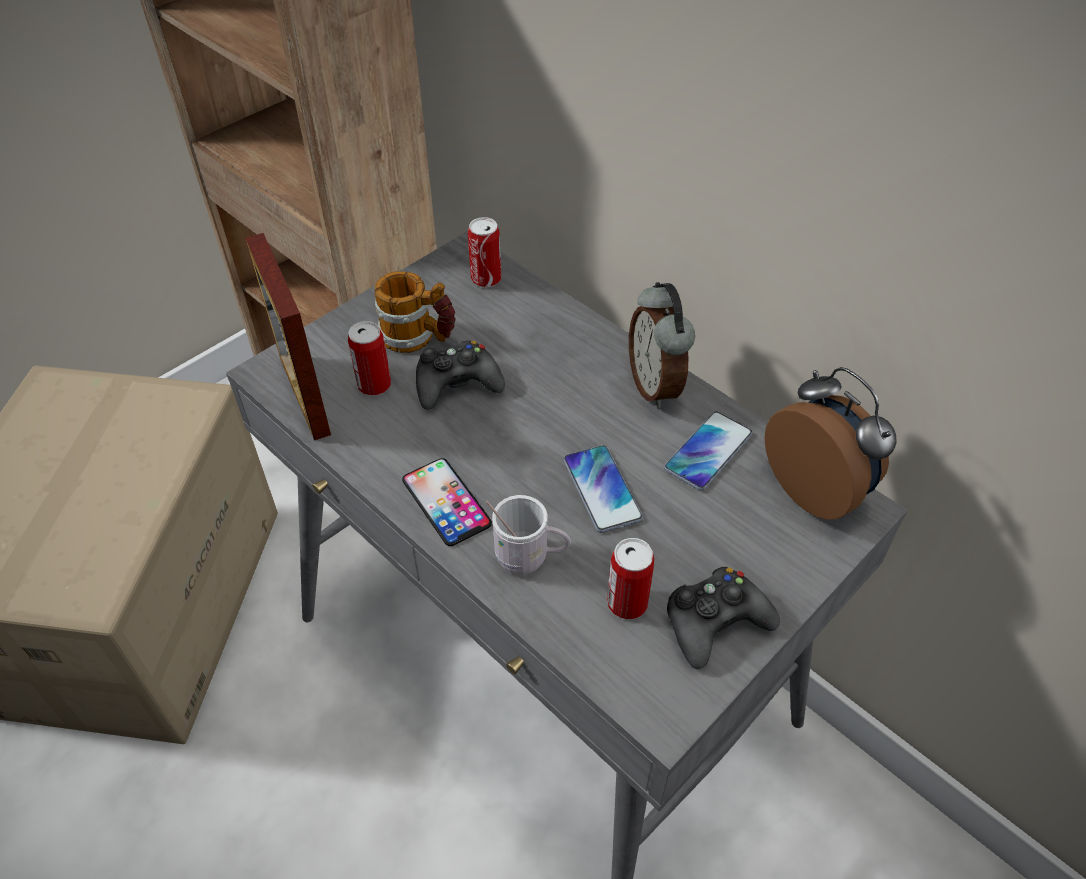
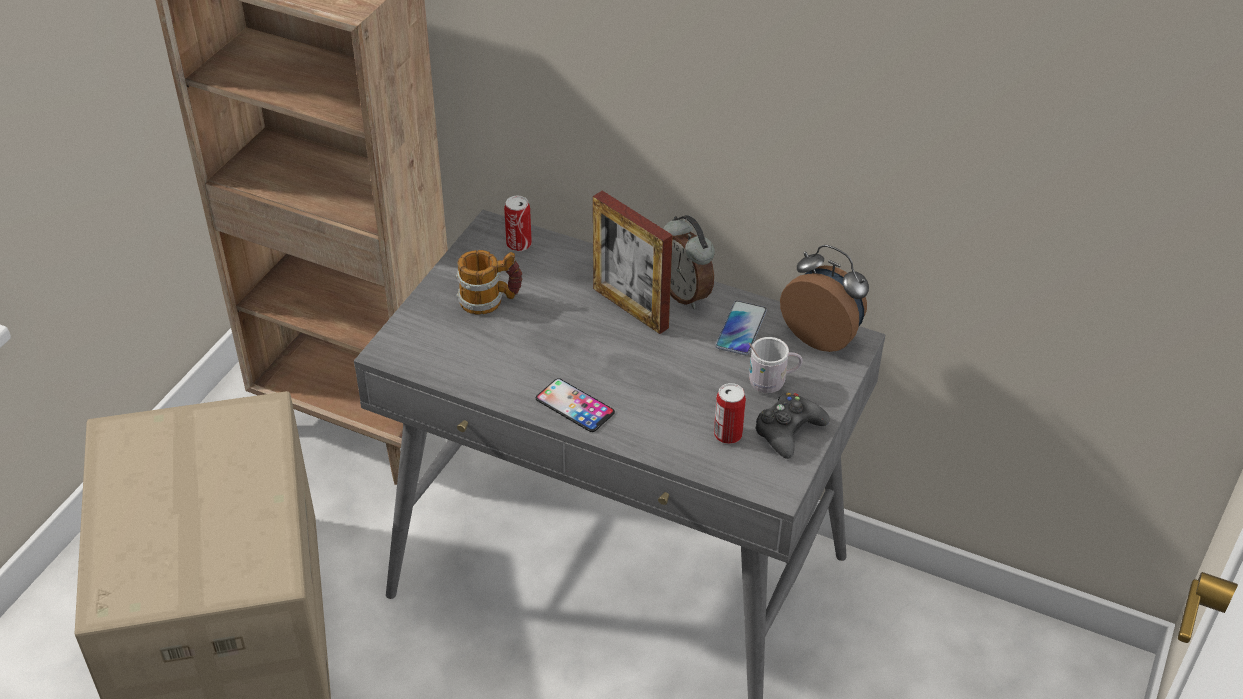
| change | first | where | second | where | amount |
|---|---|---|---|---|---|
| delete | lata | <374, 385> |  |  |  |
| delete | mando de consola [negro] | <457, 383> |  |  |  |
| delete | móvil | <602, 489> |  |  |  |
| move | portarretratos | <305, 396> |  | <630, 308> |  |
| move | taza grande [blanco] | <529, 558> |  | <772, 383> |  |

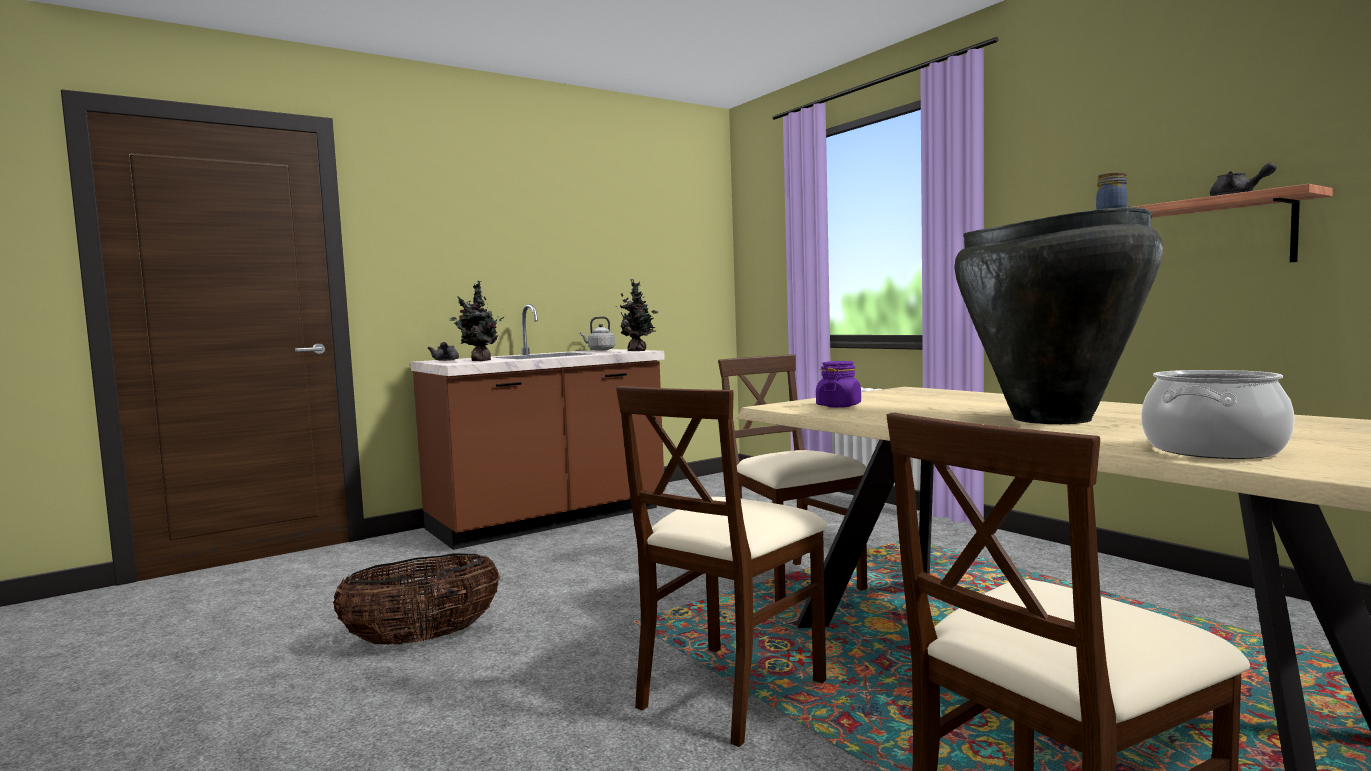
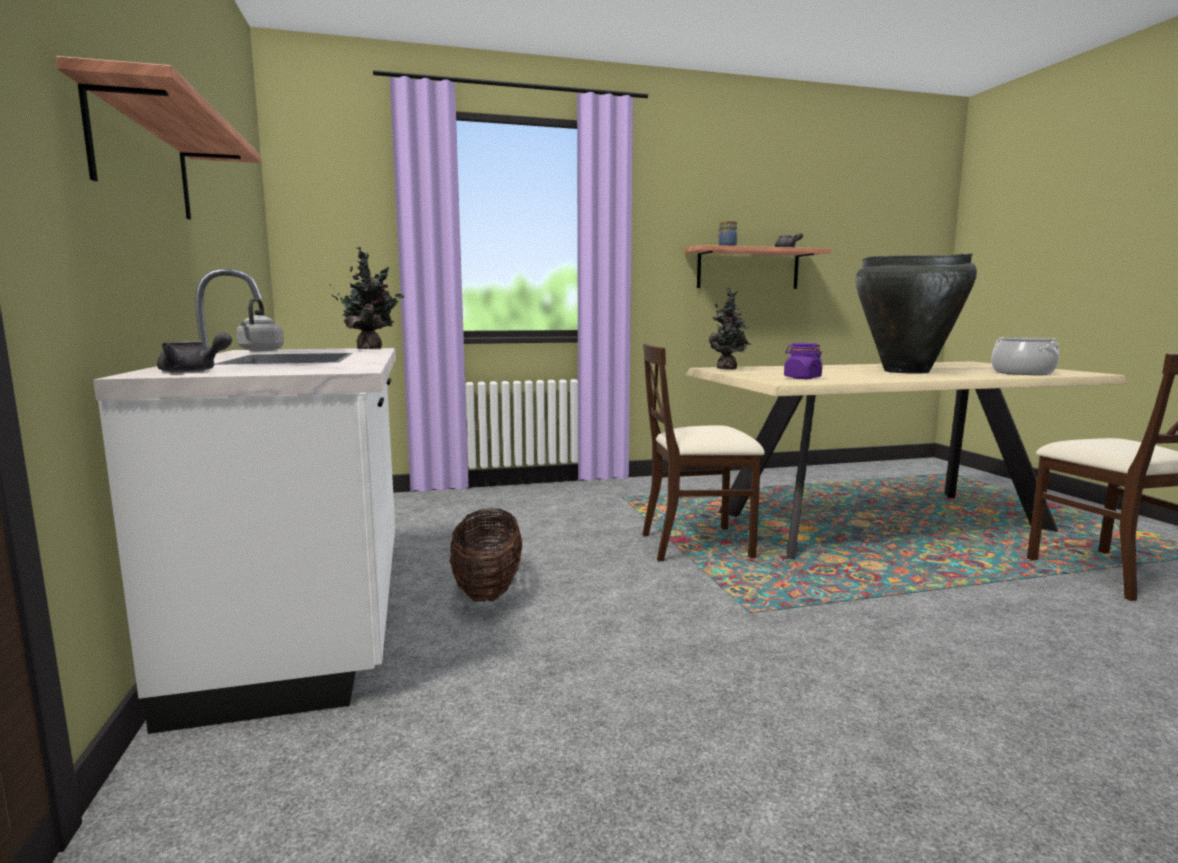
| change | first | where | second | where | amount |
|---|---|---|---|---|---|
| delete | silla [beis] | <730, 691> |  |  |  |
| insert |  |  | estante | <142, 158> |  |
| move | cesta | <423, 639> |  | <488, 590> |  |
| move | planta en maceta | <480, 361> |  | <729, 369> |  |
| recolor | mueble bajo de cocina [marrón] | <548, 520> | mueble bajo de cocina [blanco] | <310, 617> |  |

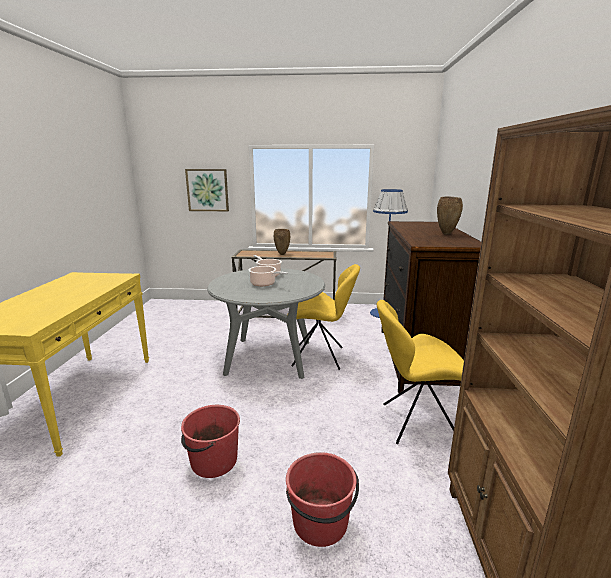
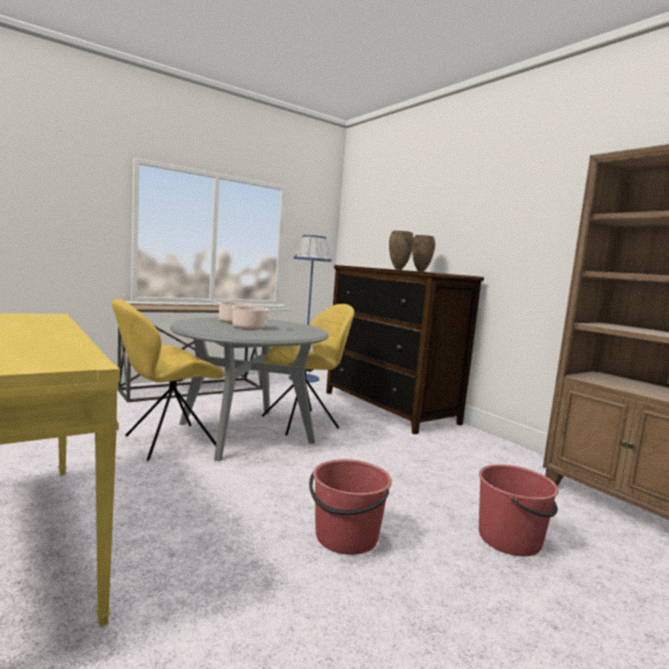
| change | first | where | second | where | amount |
|---|---|---|---|---|---|
| delete | cuadro | <207, 190> |  |  |  |
| move | florero [marrón] | <282, 254> |  | <398, 269> |  |
| move | silla [amarillo] | <416, 423> |  | <167, 442> |  |

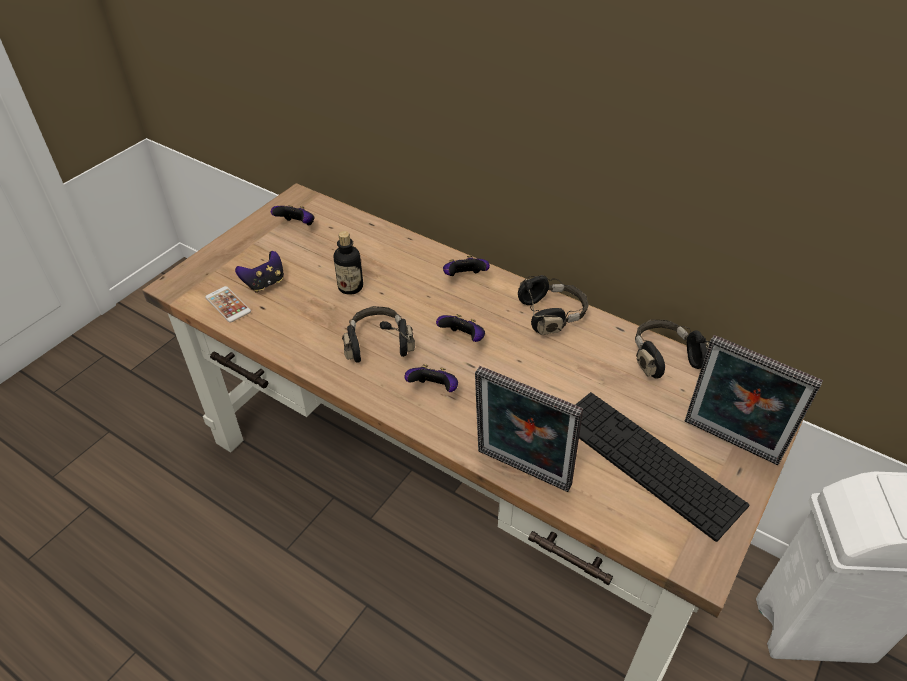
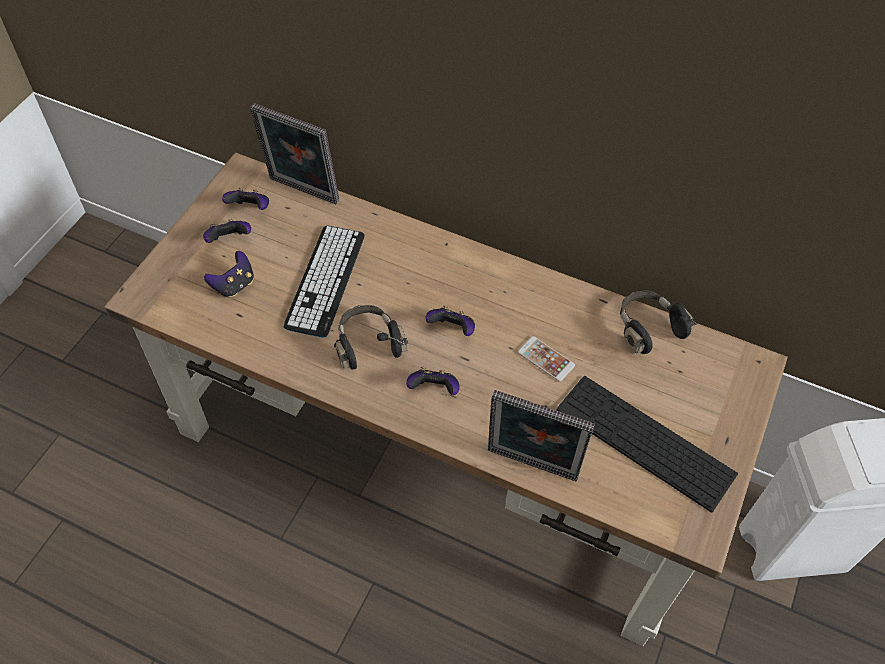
| change | first | where | second | where | amount |
|---|---|---|---|---|---|
| delete | auriculares [negro] | <551, 315> |  |  |  |
| move | móvil | <228, 304> |  | <546, 359> |  |
| move | mando de consola | <464, 278> |  | <229, 240> |  |
| move | portarretratos | <729, 444> |  | <301, 192> |  |
| replace | botella | <350, 287> | teclado | <325, 280> |  |

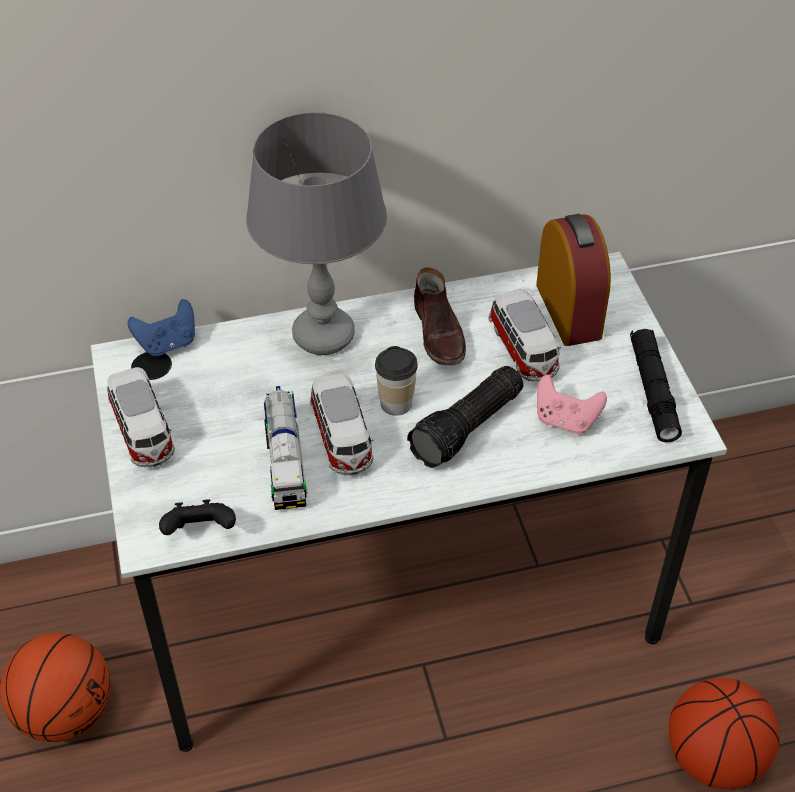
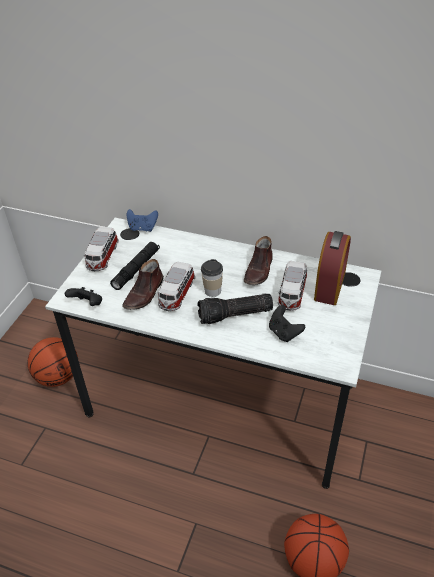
| change | first | where | second | where | amount |
|---|---|---|---|---|---|
| delete | lámpara de mesa [gris] | <324, 336> |  |  |  |
| move | linterna [negro] | <653, 391> |  | <136, 269> |  |
| replace | camión de juguete | <285, 463> | zapato [marrón] | <144, 294> |  |
| recolor | mando de consola [rosa] | <565, 420> | mando de consola [negro] | <284, 333> |  |

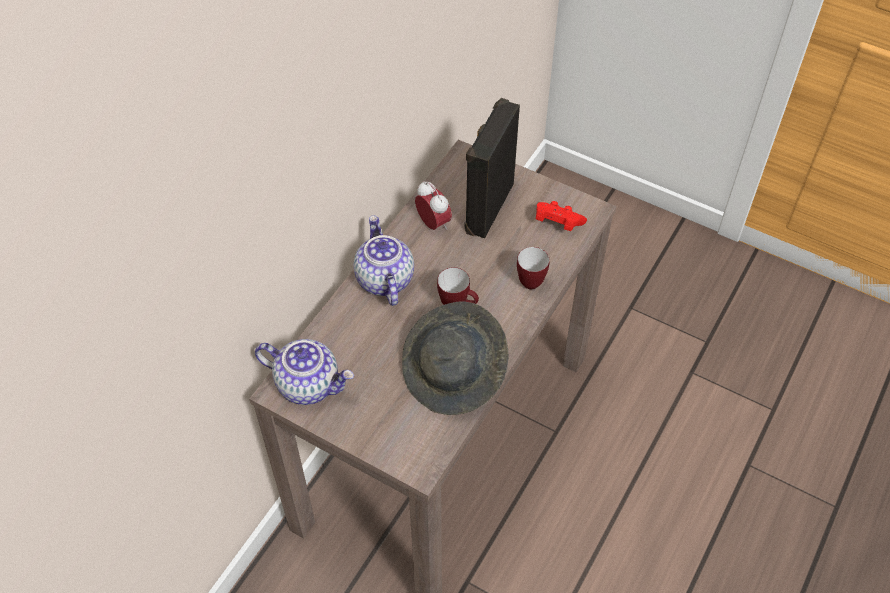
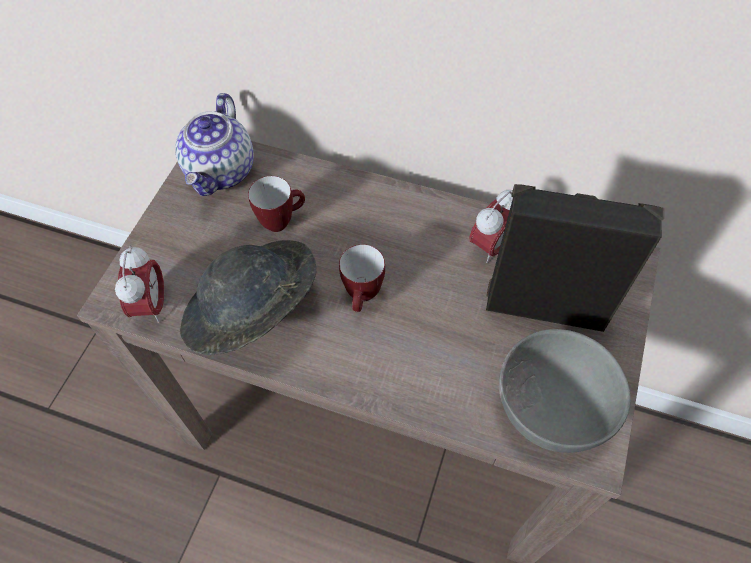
| change | first | where | second | where | amount |
|---|---|---|---|---|---|
| delete | tetera | <383, 279> |  |  |  |
| insert |  |  | despertador | <152, 305> |  |
| move | taza grande | <528, 279> |  | <282, 221> |  |
| replace | mando de consola [rojo] | <557, 223> | cuenco [gris] | <549, 405> |  |

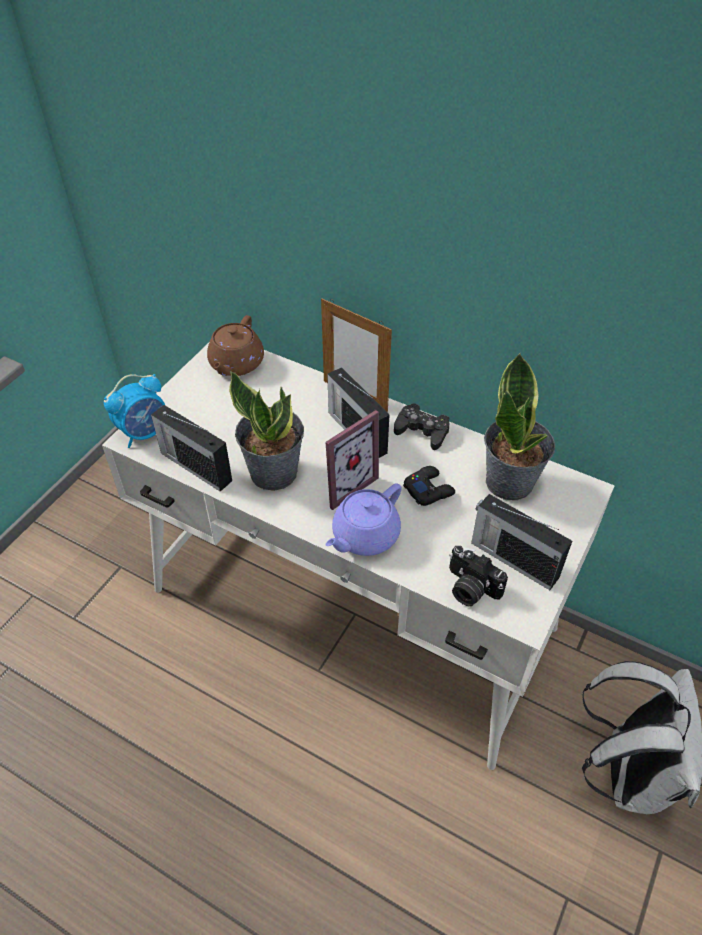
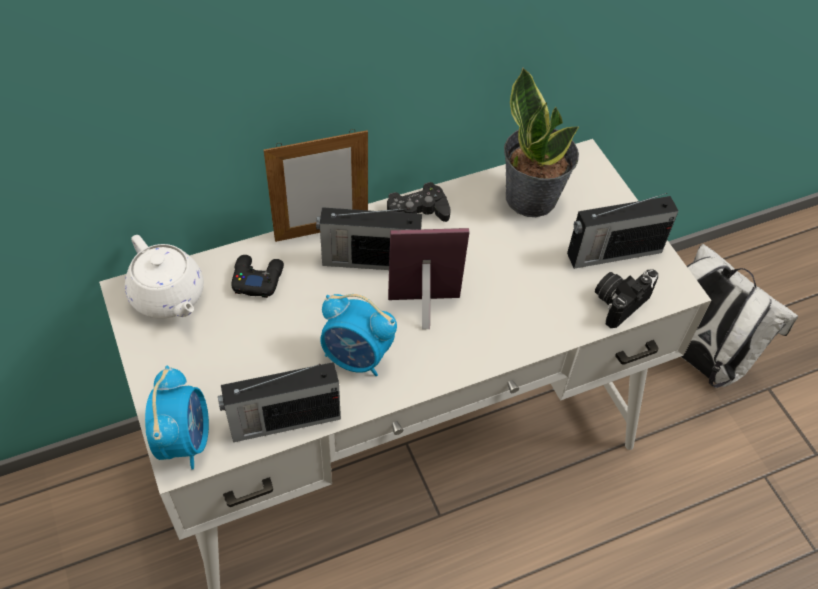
| change | first | where | second | where | amount |
|---|---|---|---|---|---|
| delete | tetera [morado] | <364, 536> |  |  |  |
| move | mando de consola [negro] | <428, 489> |  | <257, 278> |  |
| replace | planta en maceta | <273, 471> | despertador | <357, 357> |  |
| recolor | tetera [marrón] | <236, 364> | tetera [blanco] | <168, 296> |  |
| rotate | portarretratos | <344, 483> |  | <425, 312> | 90 degrees counterclockwise |
| rotate | cámara | <470, 588> |  | <619, 302> | 150 degrees clockwise |

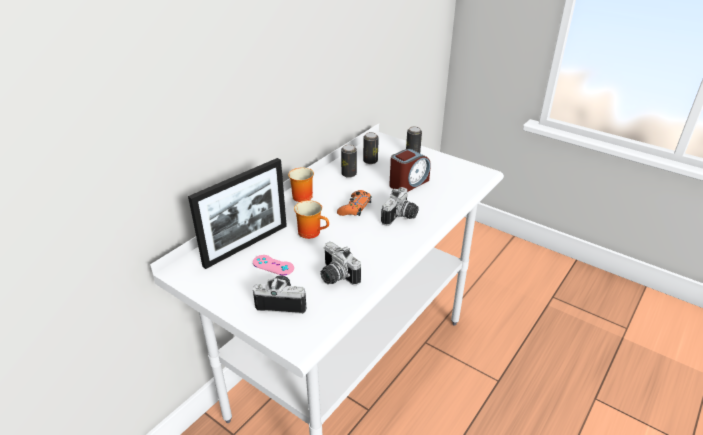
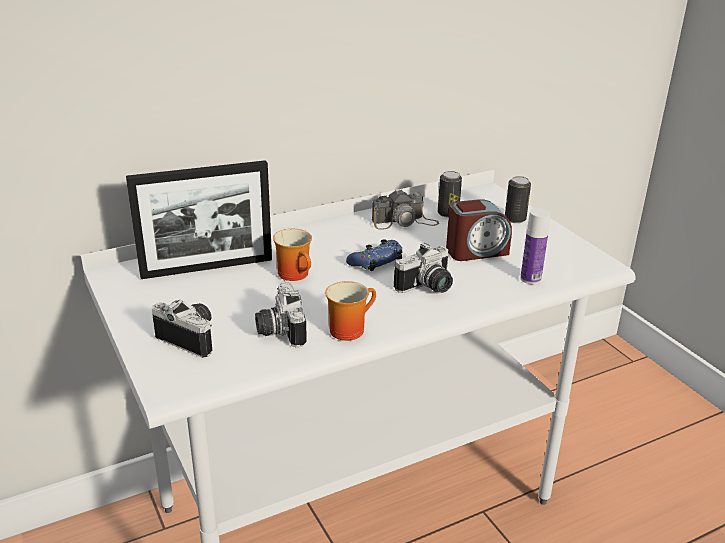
| change | first | where | second | where | amount |
|---|---|---|---|---|---|
| delete | mando de consola [rosa] | <273, 265> |  |  |  |
| insert |  |  | botella | <530, 279> |  |
| move | taza grande | <302, 195> |  | <348, 328> |  |
| replace | lata | <349, 174> | cámara | <404, 222> |  |
| recolor | mando de consola [naranja] | <355, 208> | mando de consola [azul] | <376, 262> |  |

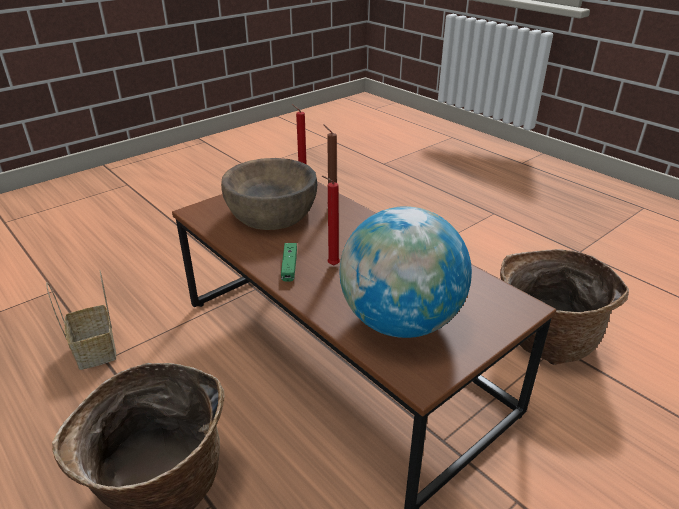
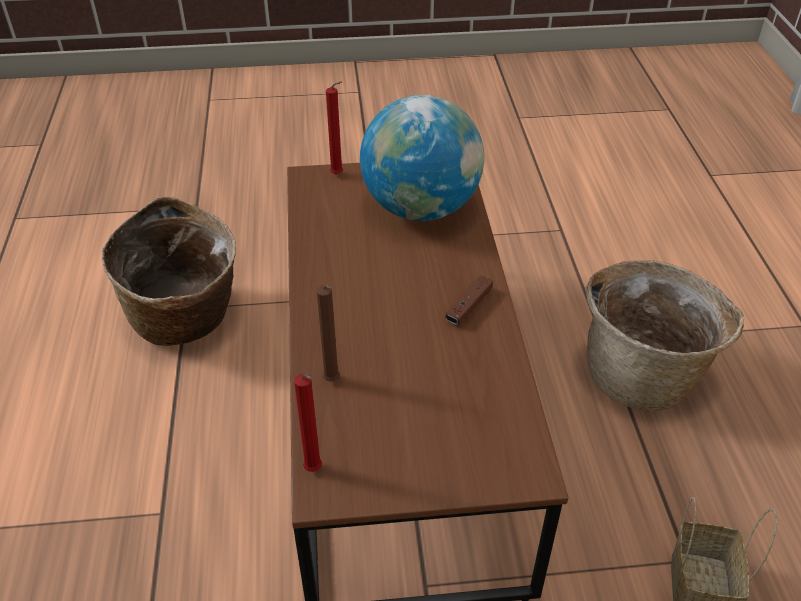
| change | first | where | second | where | amount |
|---|---|---|---|---|---|
| delete | cuenco [marrón] | <272, 212> |  |  |  |
| move | vela [rojo] | <331, 265> |  | <338, 175> |  |
| recolor | mando de consola [verde] | <289, 266> | mando de consola [marrón] | <469, 306> |  |

